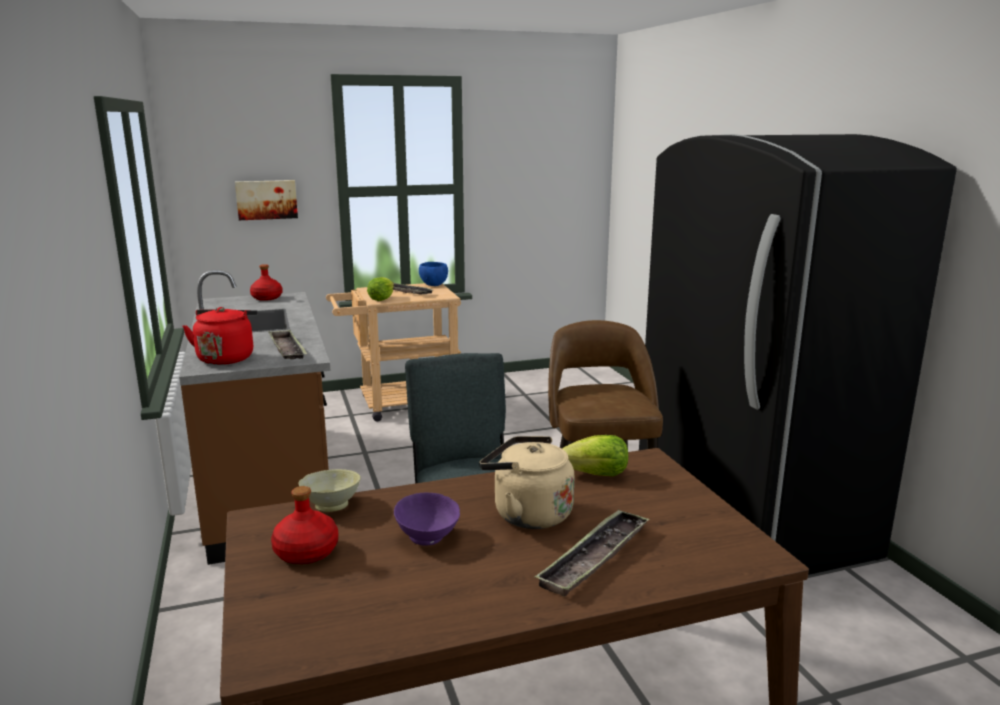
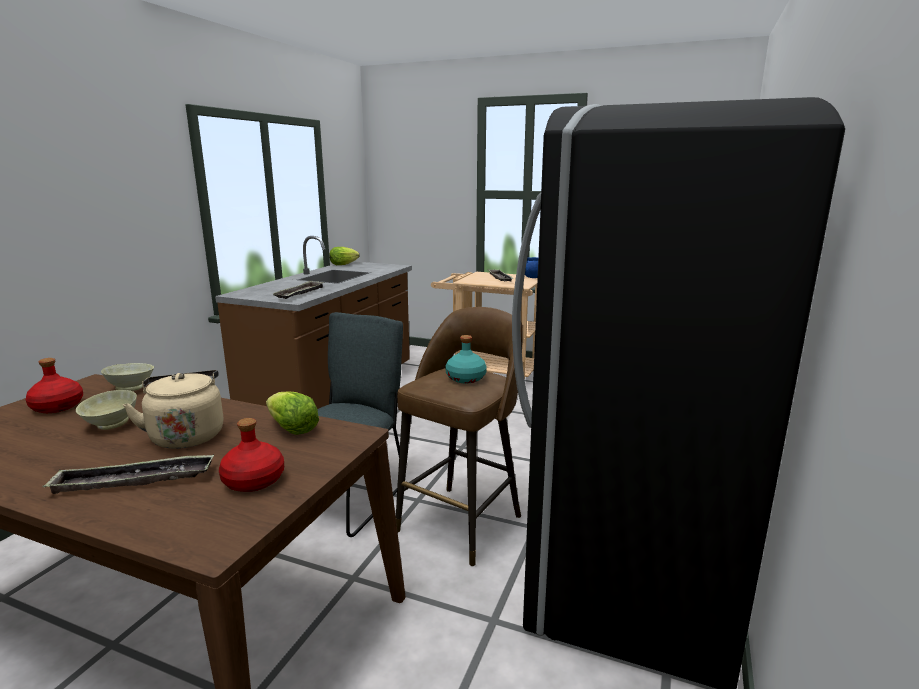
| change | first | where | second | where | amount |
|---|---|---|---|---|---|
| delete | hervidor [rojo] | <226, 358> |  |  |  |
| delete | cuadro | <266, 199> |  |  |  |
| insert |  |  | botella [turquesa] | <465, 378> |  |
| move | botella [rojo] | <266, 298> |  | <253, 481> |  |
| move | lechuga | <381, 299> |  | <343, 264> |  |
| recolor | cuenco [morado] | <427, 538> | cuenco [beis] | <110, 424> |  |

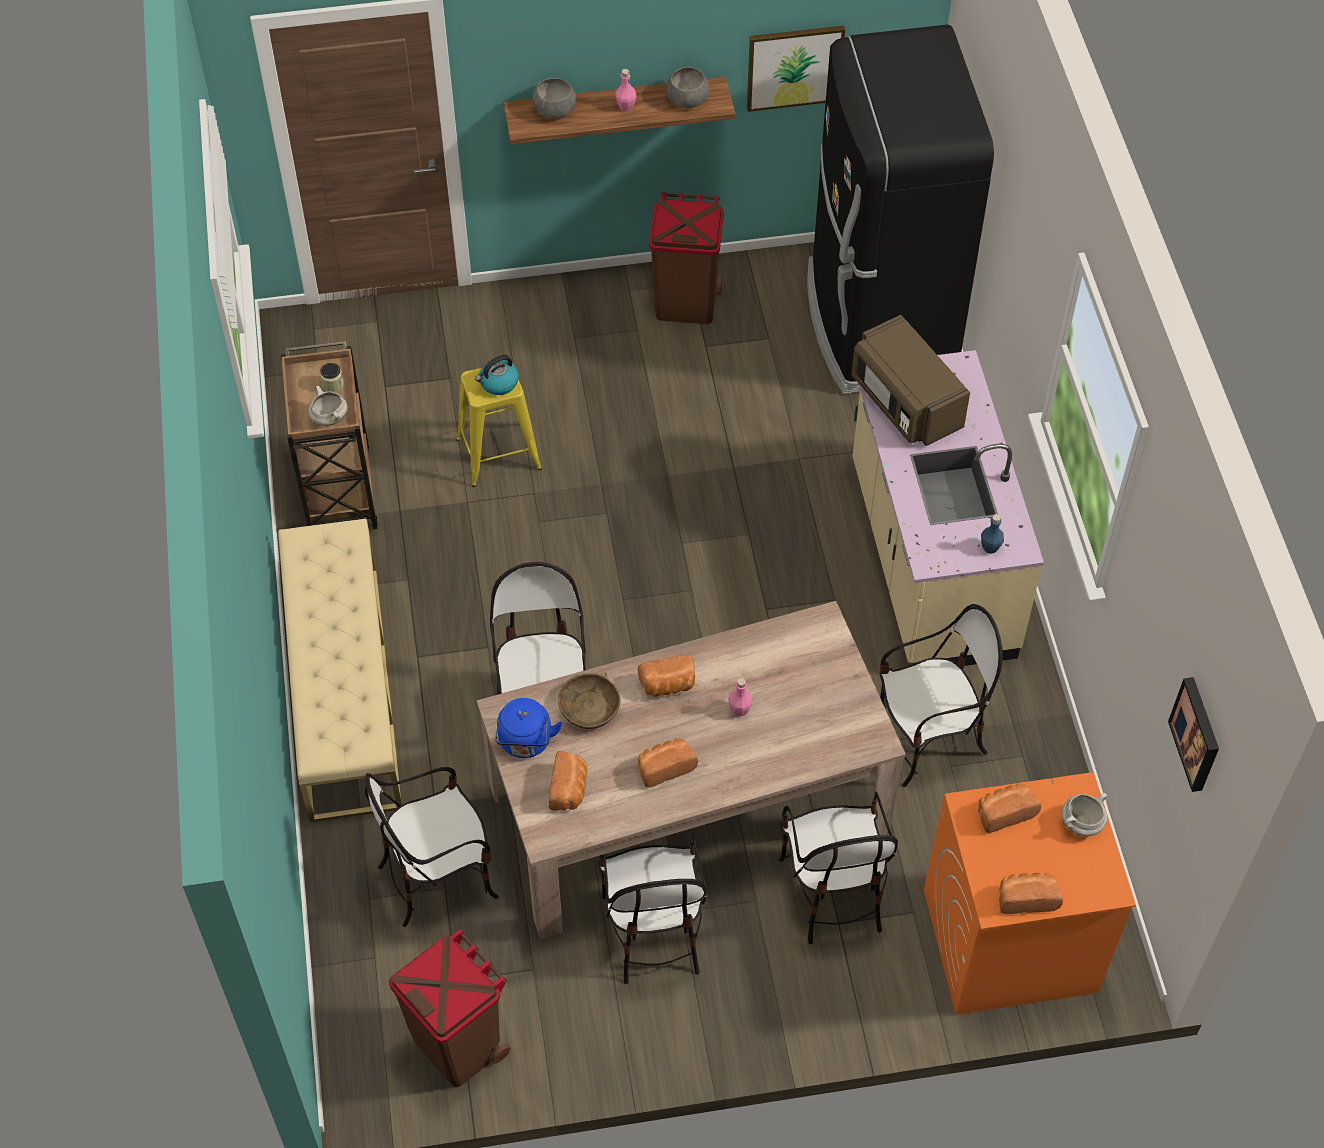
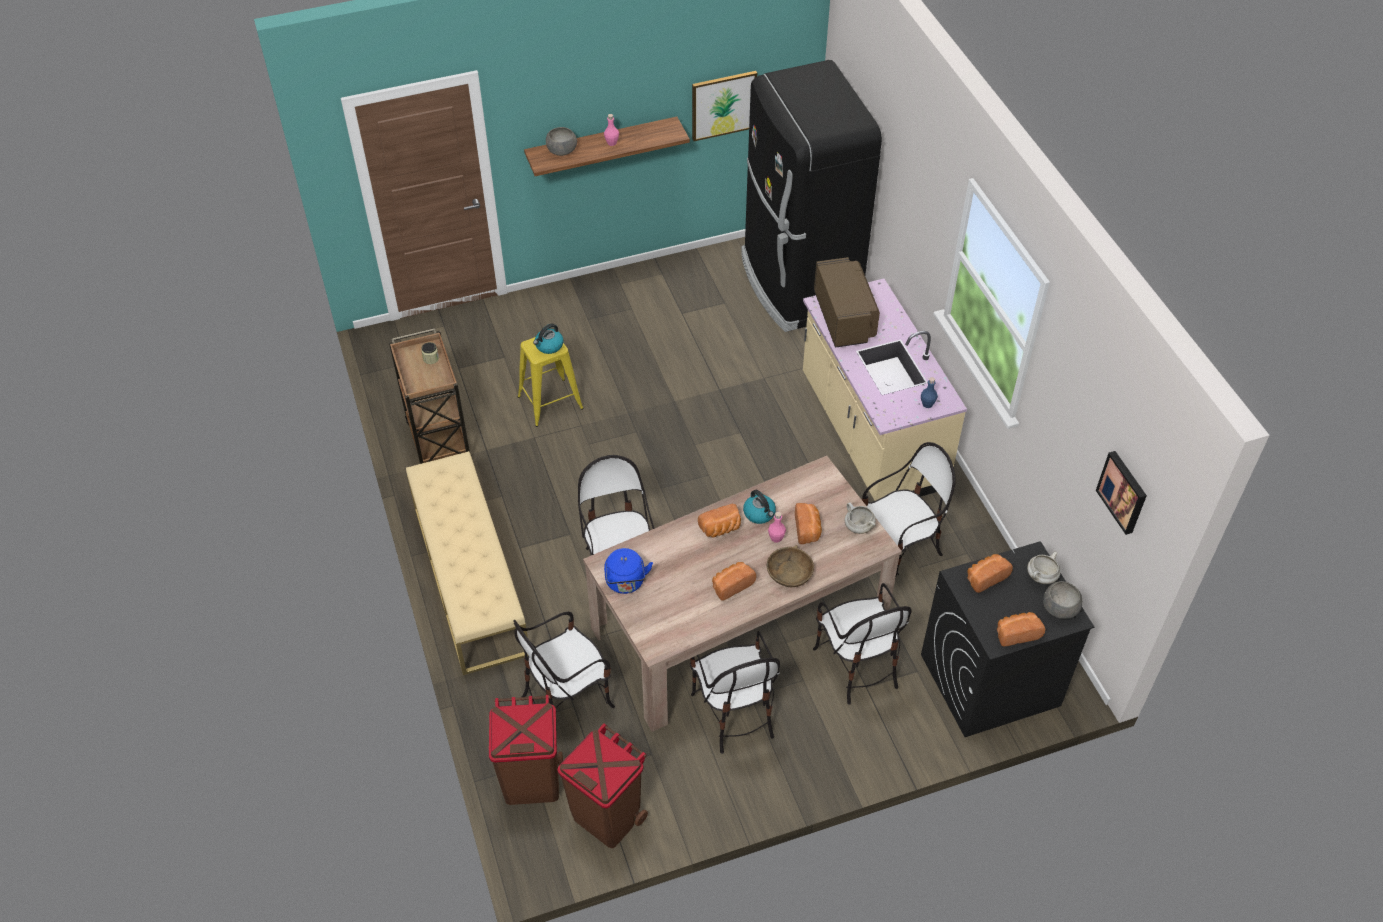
| change | first | where | second | where | amount |
|---|---|---|---|---|---|
| insert |  |  | hervidor | <759, 514> |  |
| move | olla [blanco] | <329, 418> |  | <858, 527> |  |
| move | pan | <569, 789> |  | <808, 529> |  |
| move | cuenco [marrón] | <589, 707> |  | <789, 572> |  |
| move | papelera [marrón] | <685, 303> |  | <531, 782> |  |
| move | cuenco [gris] | <687, 99> |  | <1059, 608> |  |
| recolor | lavadora [naranja] | <1008, 941> | lavadora [negro] | <989, 680> |  |
| rotate | microondas [marrón] | <905, 402> |  | <844, 317> | 150 degrees counterclockwise |

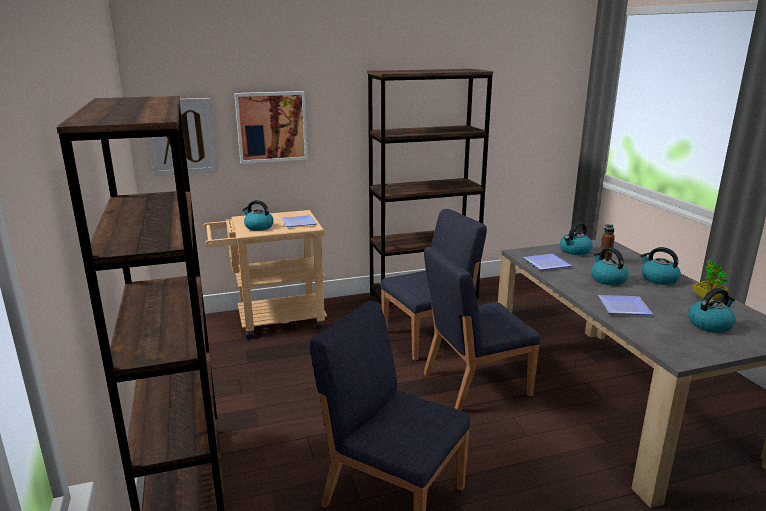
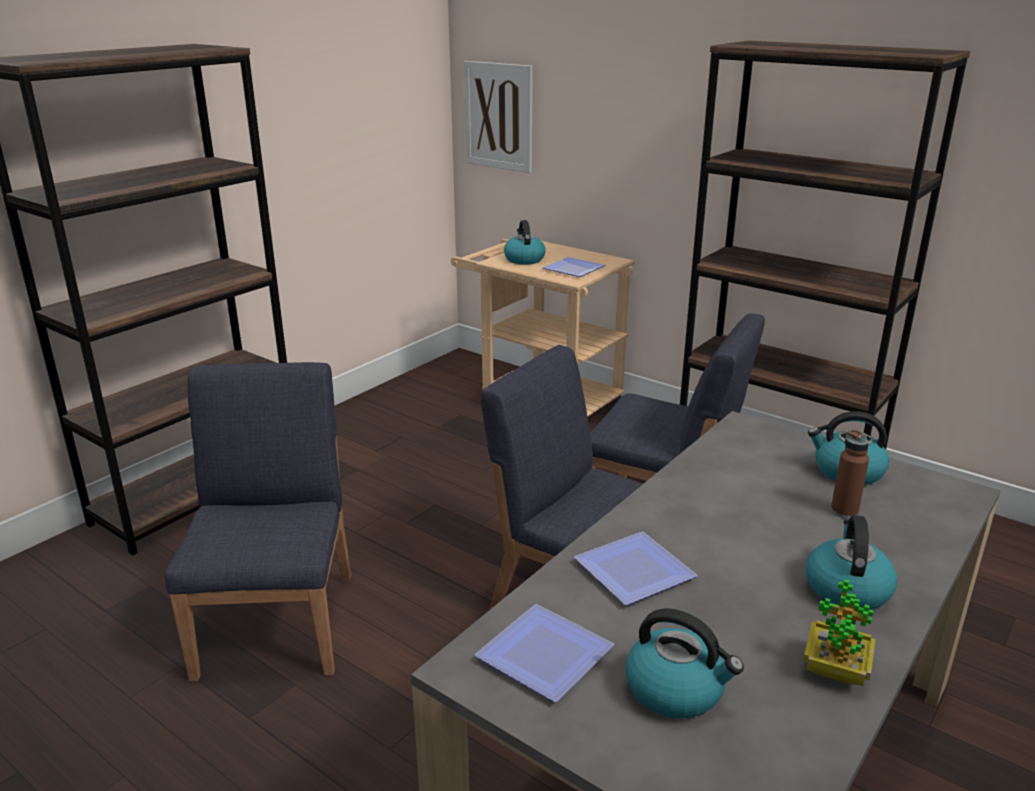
| change | first | where | second | where | amount |
|---|---|---|---|---|---|
| delete | cuadro | <271, 126> |  |  |  |
| delete | hervidor | <607, 279> |  |  |  |
| move | plato | <548, 264> |  | <545, 659> |  |

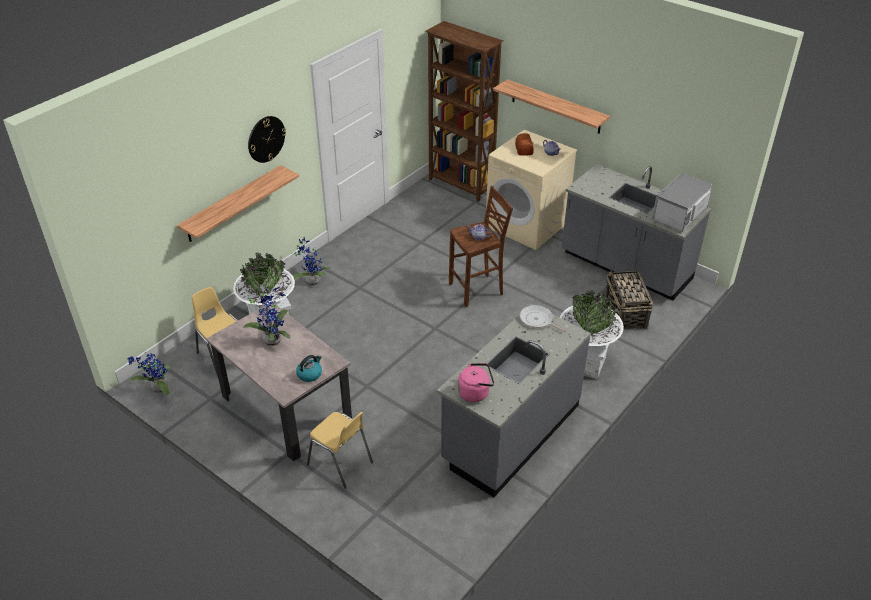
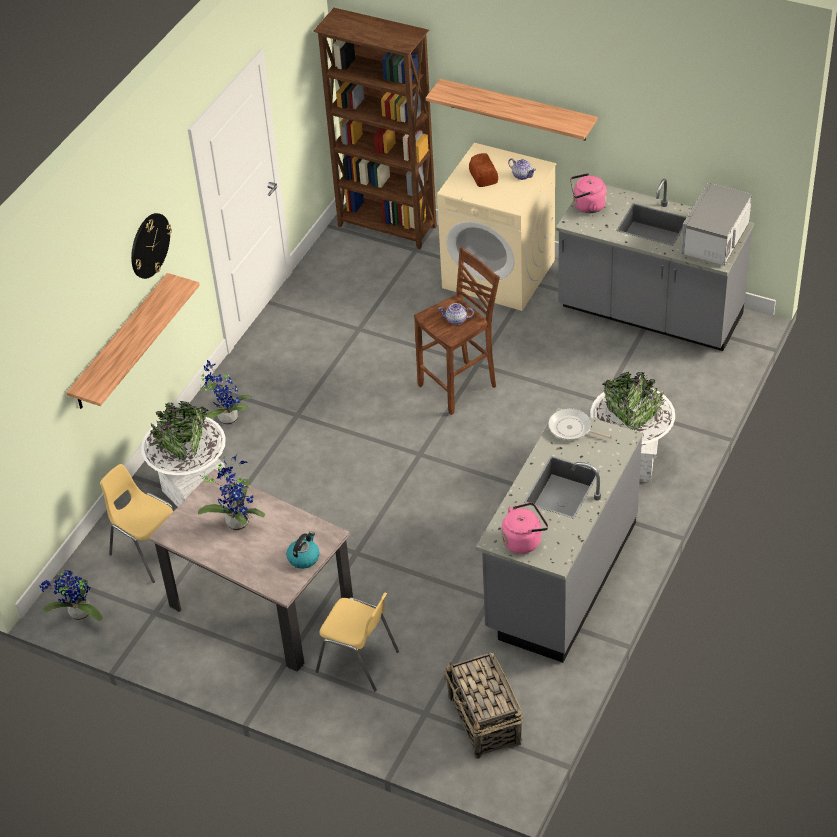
| change | first | where | second | where | amount |
|---|---|---|---|---|---|
| insert |  |  | hervidor [rosa] | <587, 206> |  |
| move | cesta | <625, 313> |  | <485, 721> |  |

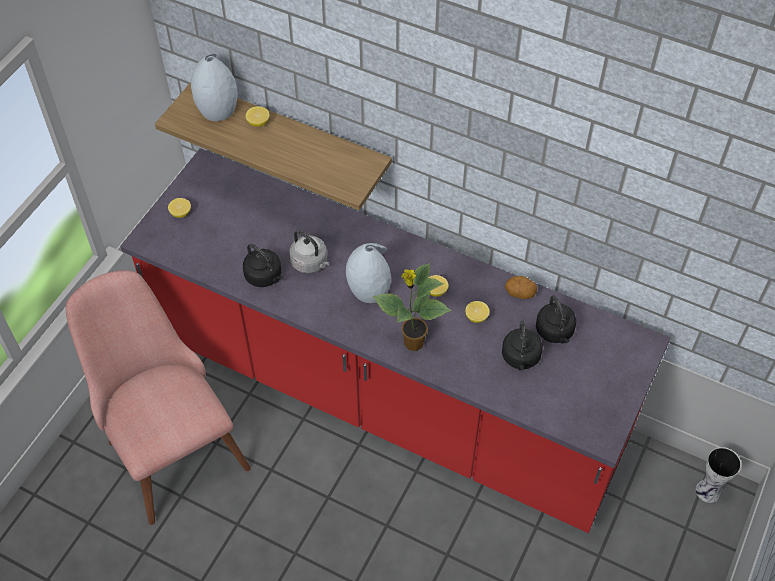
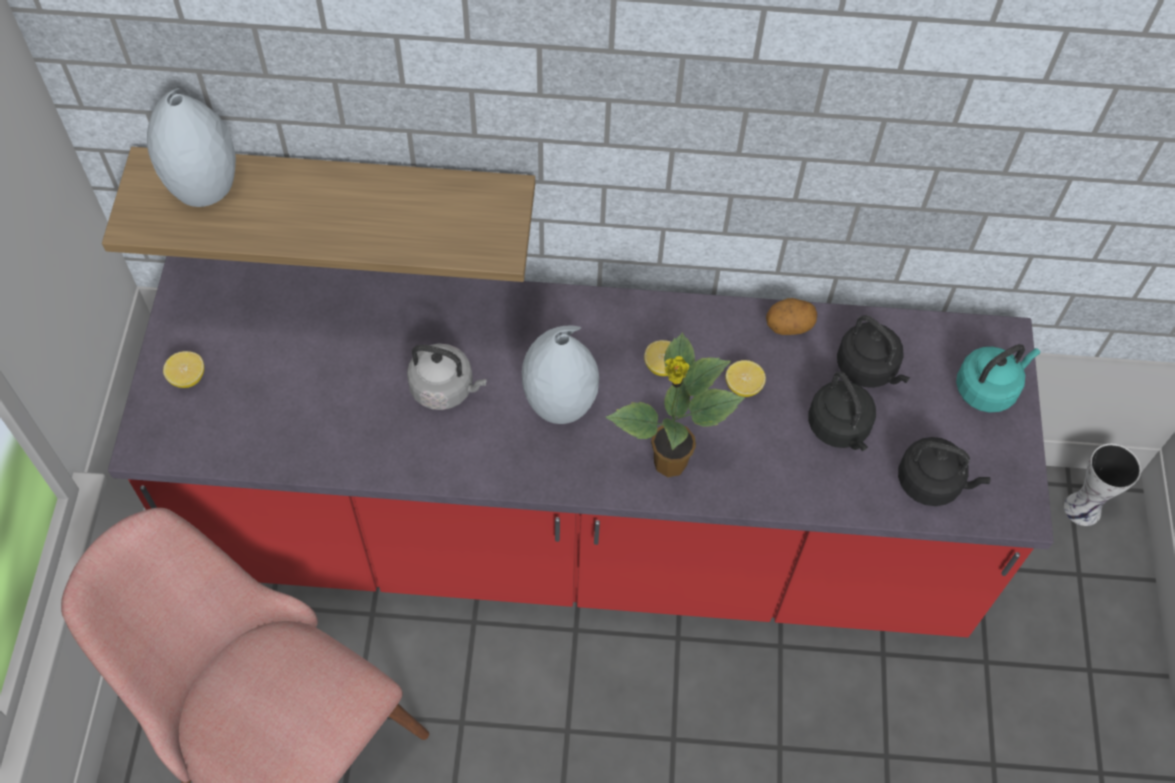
| change | first | where | second | where | amount |
|---|---|---|---|---|---|
| delete | limón | <258, 122> |  |  |  |
| insert |  |  | hervidor [turquesa] | <988, 388> |  |
| move | hervidor [negro] | <265, 277> |  | <932, 483> |  |

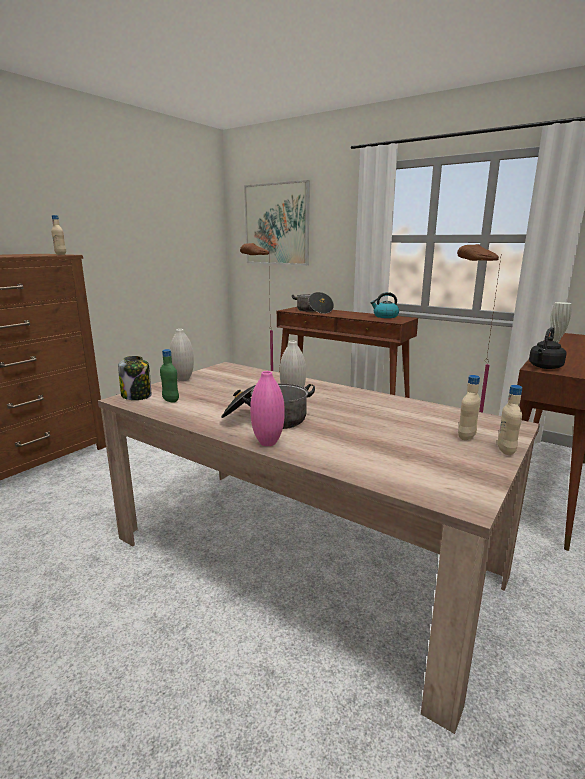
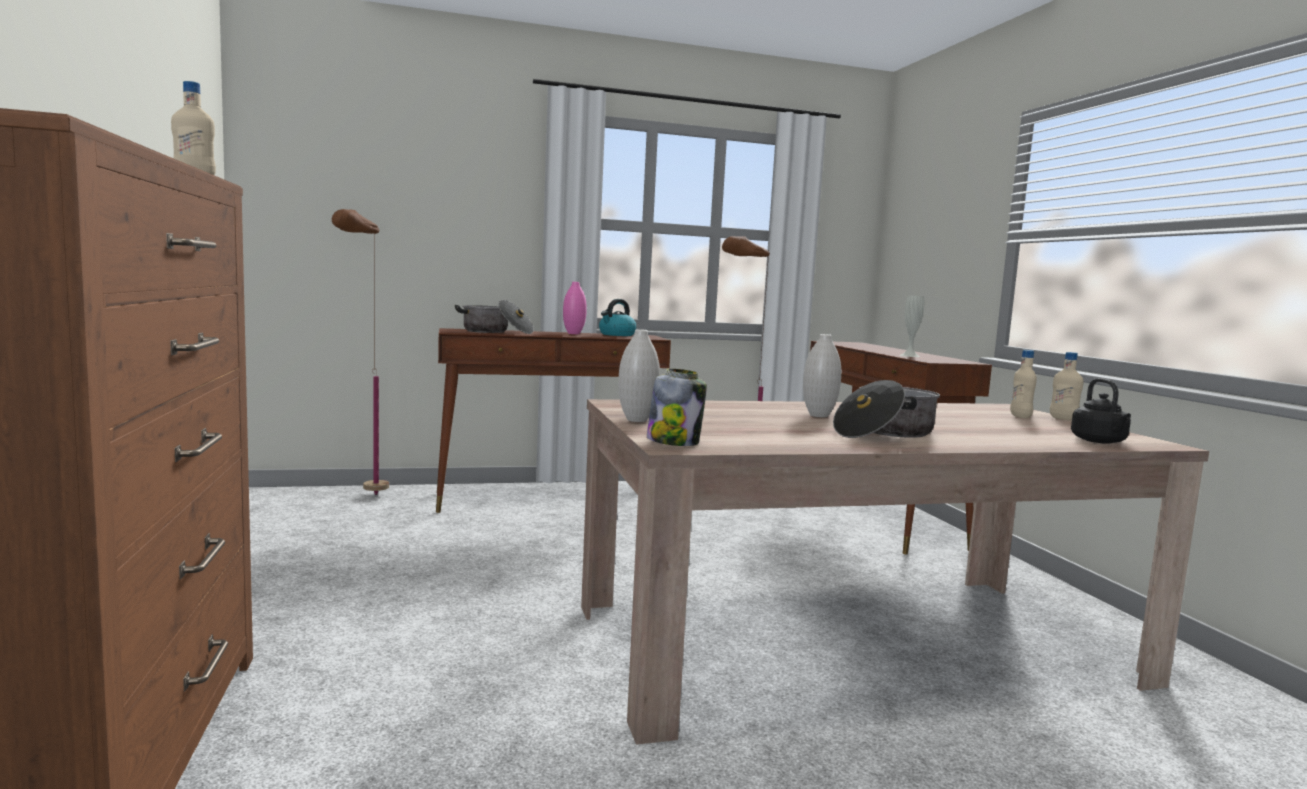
| change | first | where | second | where | amount |
|---|---|---|---|---|---|
| delete | botella [verde] | <170, 400> |  |  |  |
| delete | cuadro | <277, 224> |  |  |  |
| move | florero [rosa] | <268, 443> |  | <573, 333> |  |
| move | hervidor [negro] | <544, 367> |  | <1100, 441> |  |

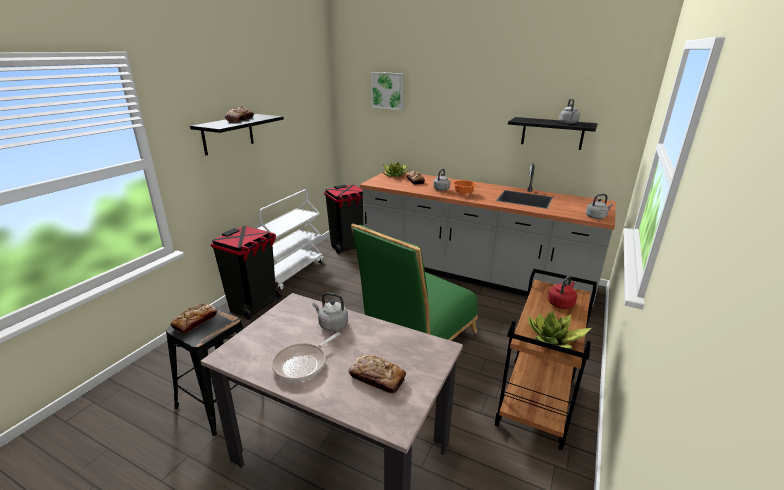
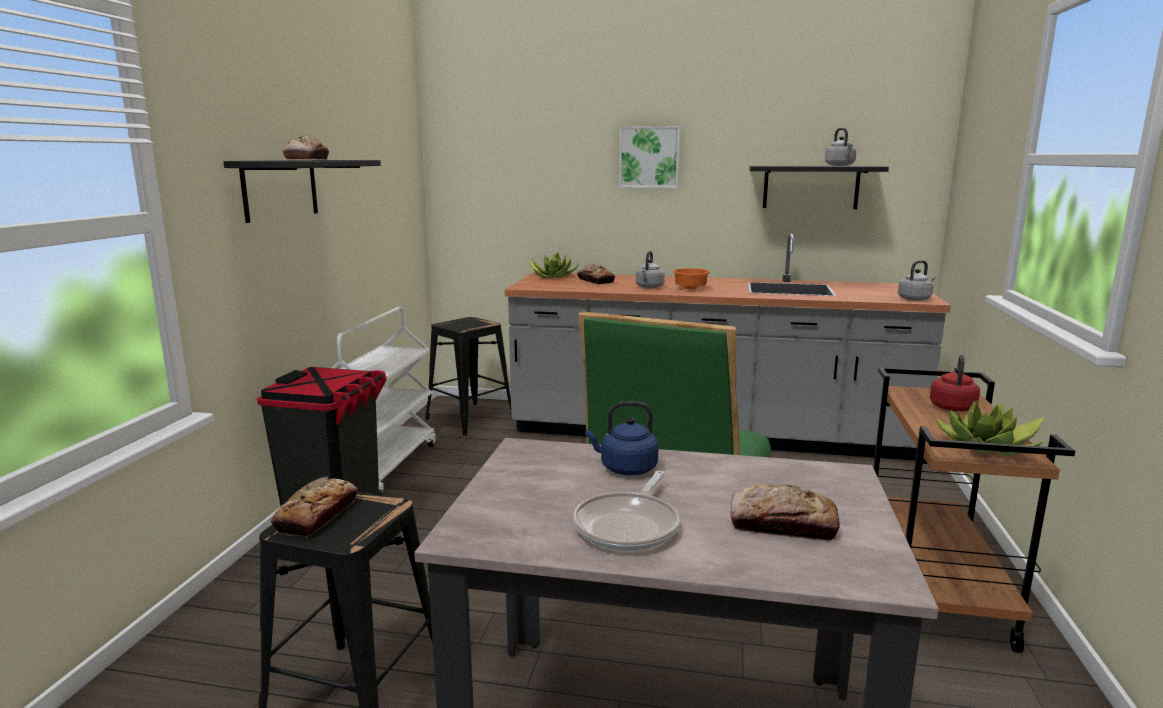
| change | first | where | second | where | amount |
|---|---|---|---|---|---|
| move | cuadro | <387, 90> |  | <649, 157> |  |
| replace | papelera [negro] | <348, 247> | taburete [negro] | <469, 418> |  |
| recolor | hervidor [gris] | <332, 324> | hervidor [azul] | <625, 468> |  |

